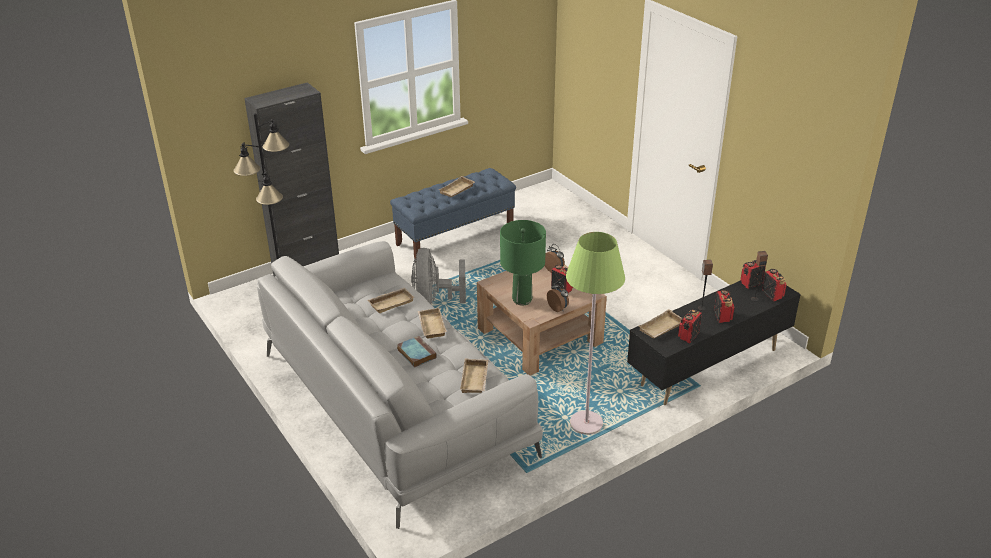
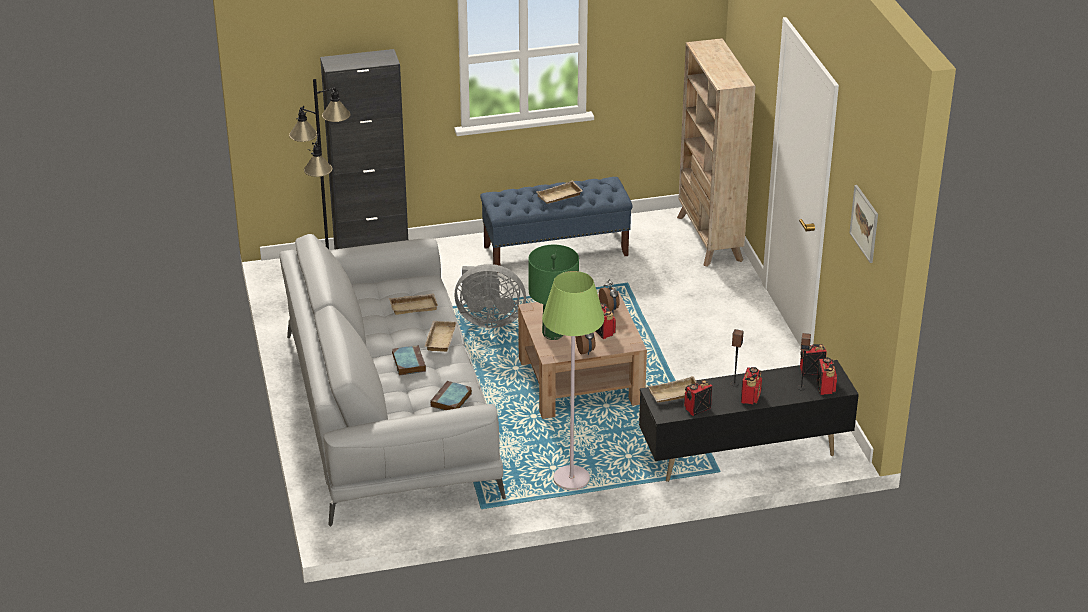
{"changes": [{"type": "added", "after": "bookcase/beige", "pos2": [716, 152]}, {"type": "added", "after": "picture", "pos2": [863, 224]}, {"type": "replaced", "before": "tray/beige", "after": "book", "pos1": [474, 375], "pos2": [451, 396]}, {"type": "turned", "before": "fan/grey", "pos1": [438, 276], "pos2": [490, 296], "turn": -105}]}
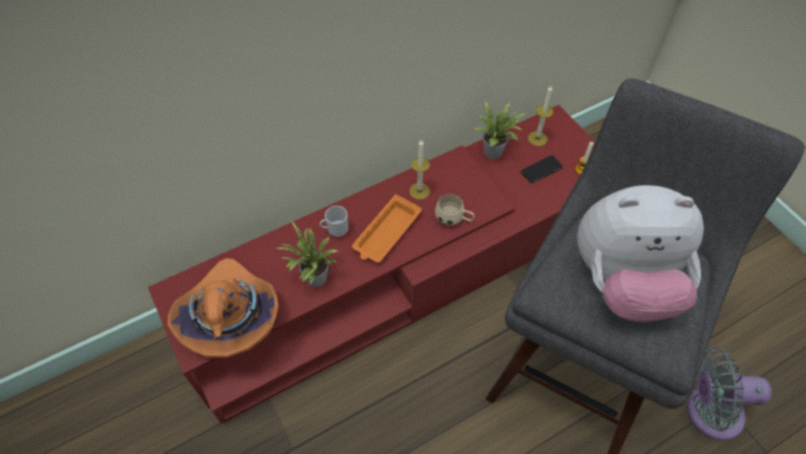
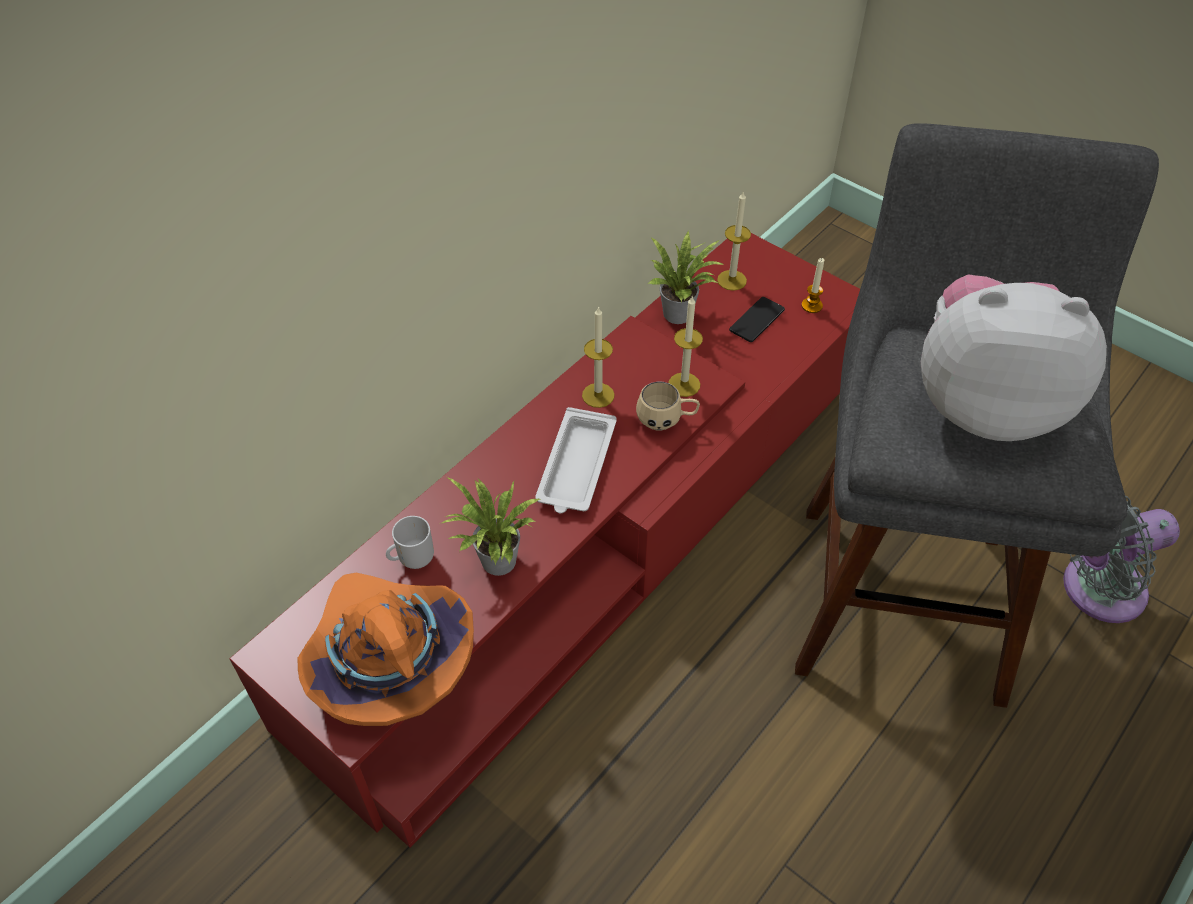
{"changes": [{"type": "added", "after": "candle", "pos2": [685, 346]}, {"type": "moved", "before": "mug", "pos1": [334, 221], "pos2": [410, 542]}, {"type": "recoloured", "before": "tray/orange", "after": "tray/white", "pos1": [387, 228], "pos2": [576, 460]}, {"type": "turned", "before": "plush toy", "pos1": [640, 253], "pos2": [1014, 358], "turn": -150}]}
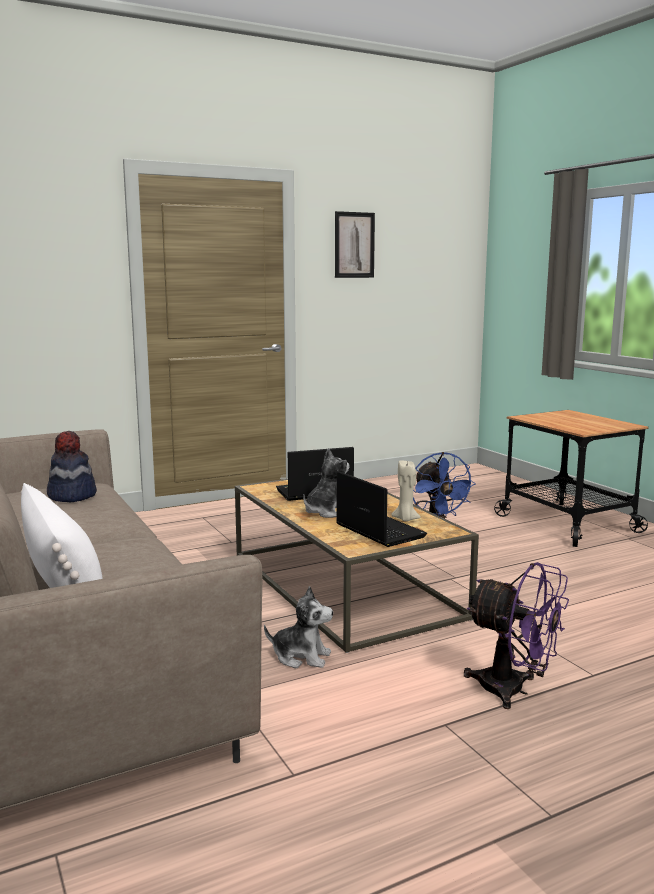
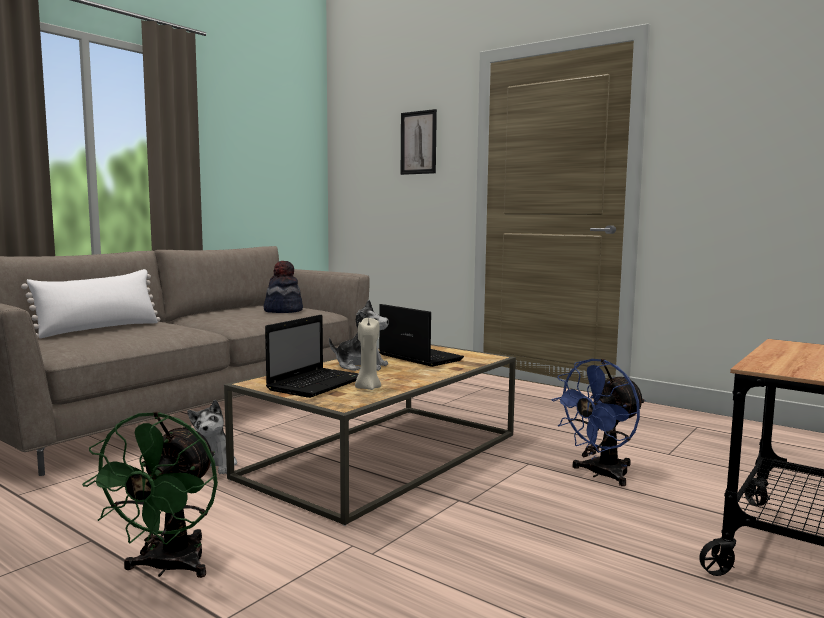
{"changes": [{"type": "moved", "before": "picture", "pos1": [355, 244], "pos2": [419, 142]}, {"type": "recoloured", "before": "fan/purple", "after": "fan/green", "pos1": [516, 635], "pos2": [150, 494]}]}
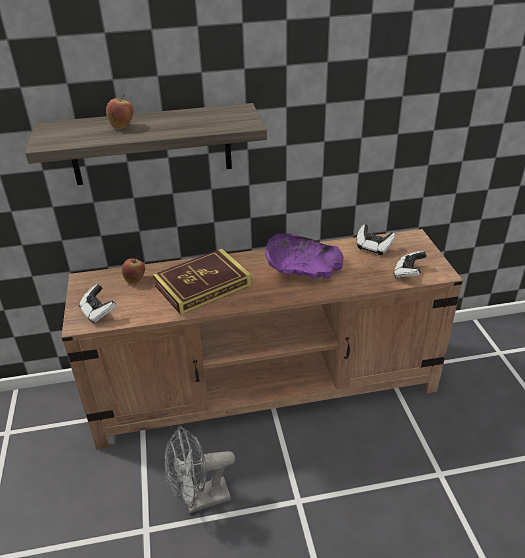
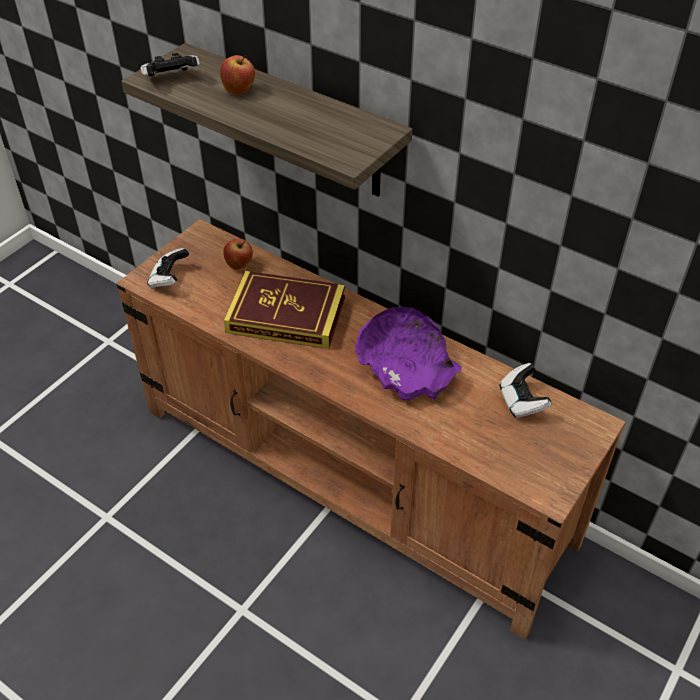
{"changes": [{"type": "removed", "before": "fan/grey", "pos1": [200, 469]}, {"type": "moved", "before": "game controller", "pos1": [410, 265], "pos2": [170, 65]}]}
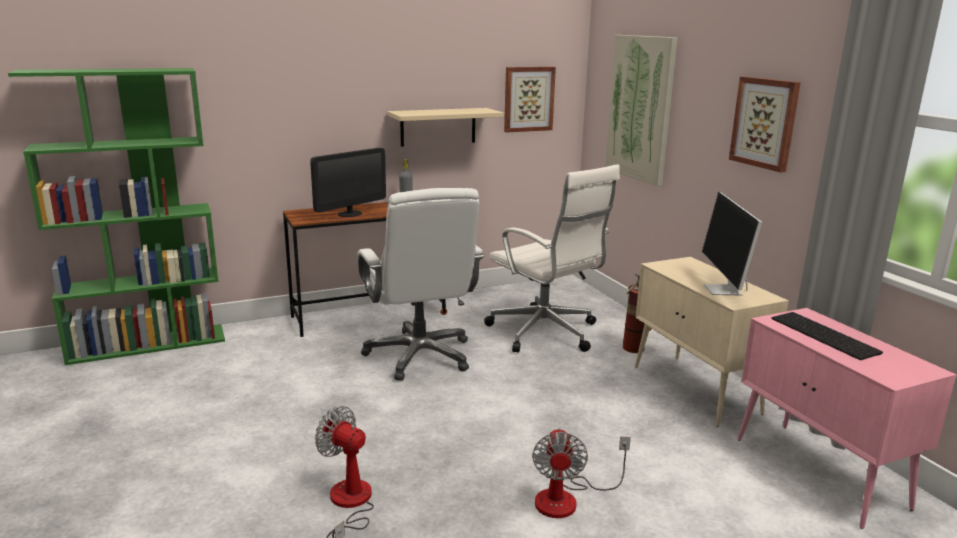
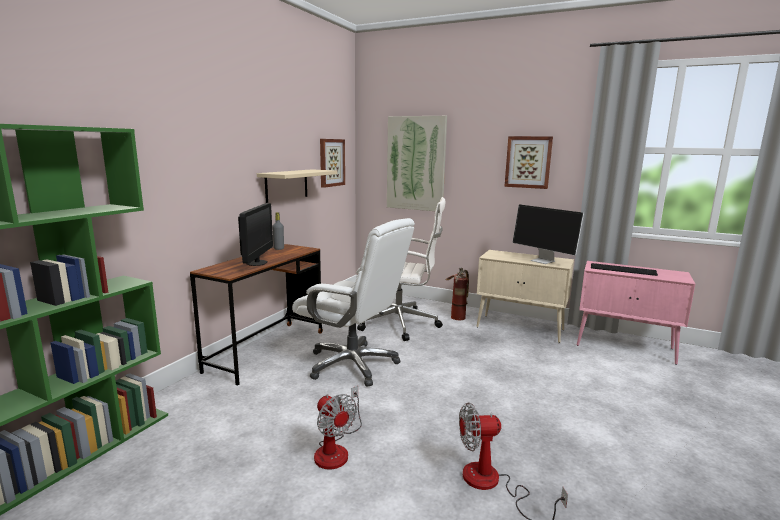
{"changes": [{"type": "moved", "before": "fan", "pos1": [581, 473], "pos2": [338, 428]}]}
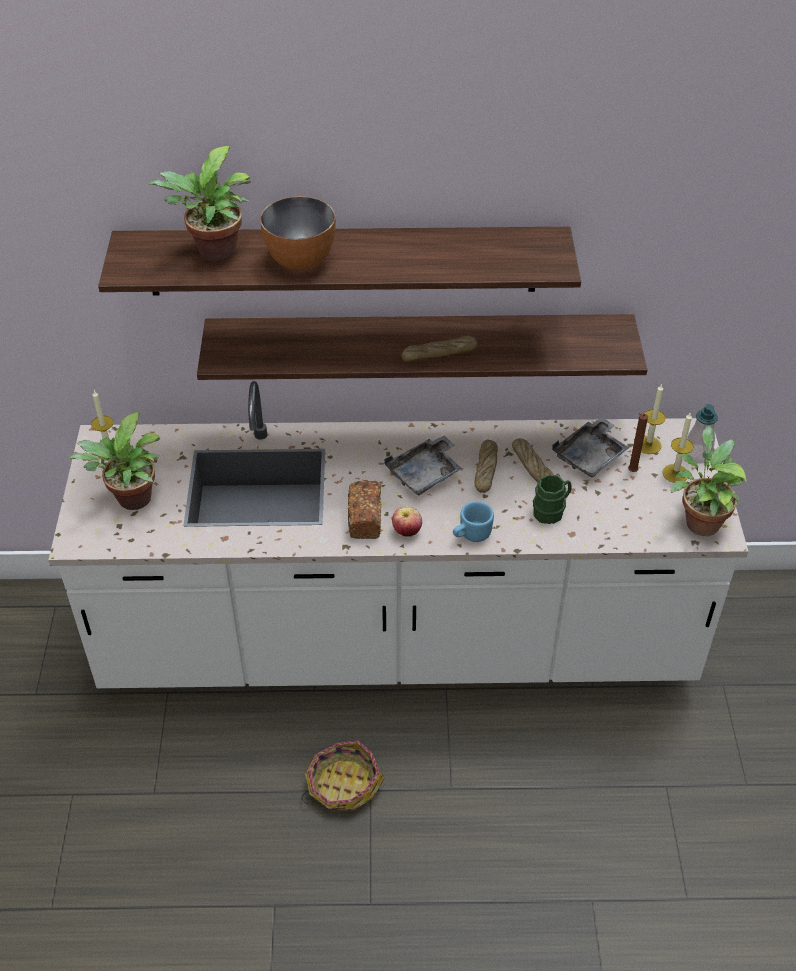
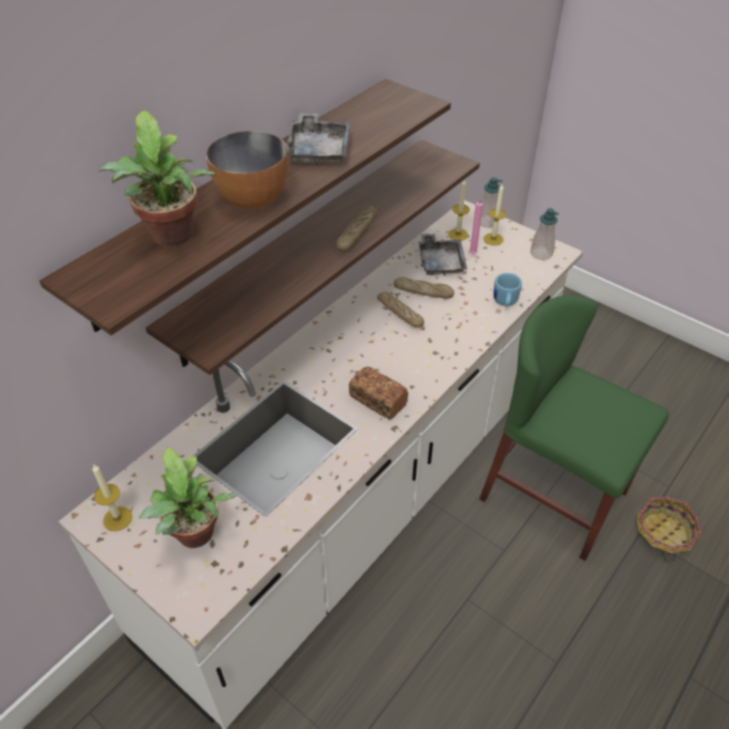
{"changes": [{"type": "removed", "before": "apple", "pos1": [407, 521]}, {"type": "removed", "before": "mug/green", "pos1": [552, 499]}, {"type": "added", "after": "chair/green", "pos2": [574, 428]}, {"type": "moved", "before": "basket", "pos1": [343, 775], "pos2": [669, 530]}, {"type": "moved", "before": "tray/grey", "pos1": [423, 465], "pos2": [318, 139]}, {"type": "moved", "before": "mug/blue", "pos1": [473, 521], "pos2": [507, 290]}, {"type": "replaced", "before": "potted plant", "after": "soap dispenser", "pos1": [708, 481], "pos2": [545, 234]}, {"type": "recoloured", "before": "candle/brown", "after": "candle/pink", "pos1": [638, 442], "pos2": [476, 227]}]}
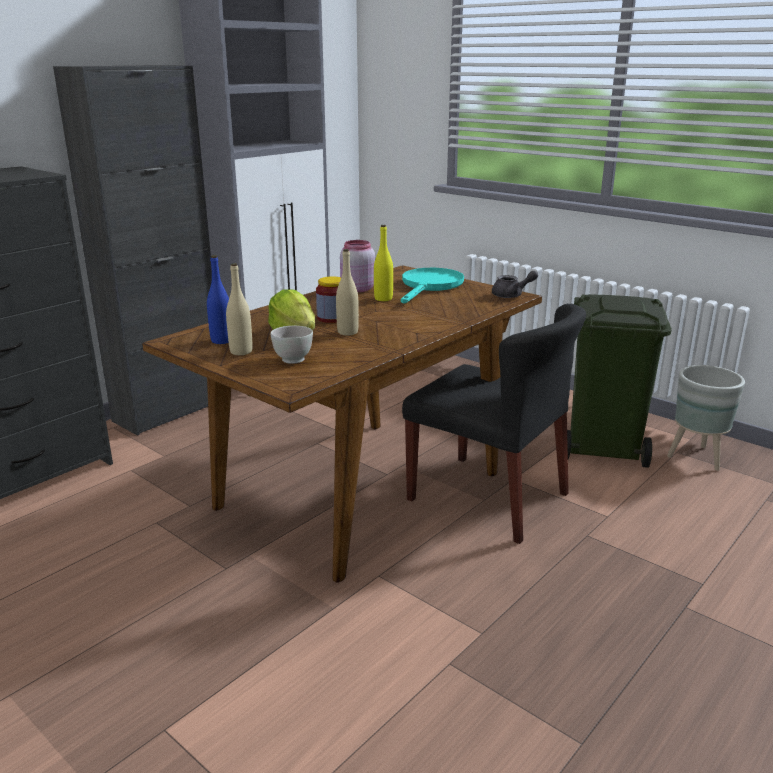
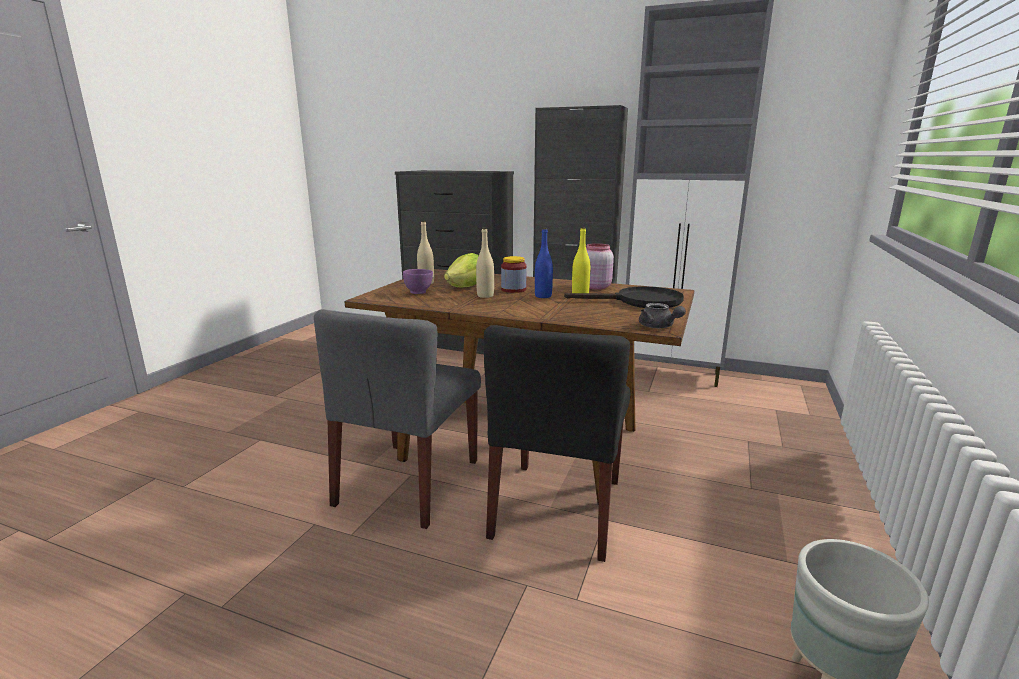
{"changes": [{"type": "removed", "before": "trash can/green", "pos1": [619, 381]}, {"type": "added", "after": "chair/grey", "pos2": [397, 419]}, {"type": "moved", "before": "bottle/blue", "pos1": [218, 299], "pos2": [544, 263]}, {"type": "recoloured", "before": "bowl/white", "after": "bowl/purple", "pos1": [292, 345], "pos2": [418, 281]}, {"type": "recoloured", "before": "frying pan/turquoise", "after": "frying pan/black", "pos1": [432, 285], "pos2": [624, 297]}]}
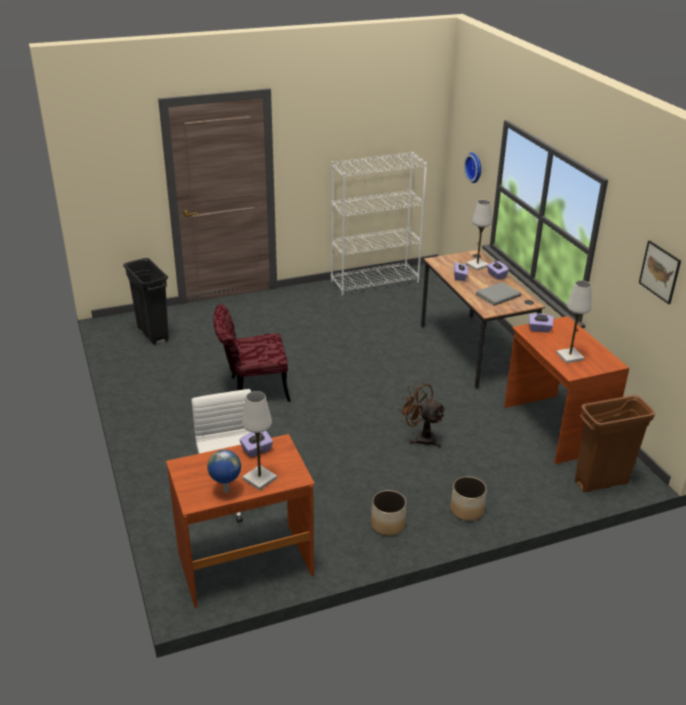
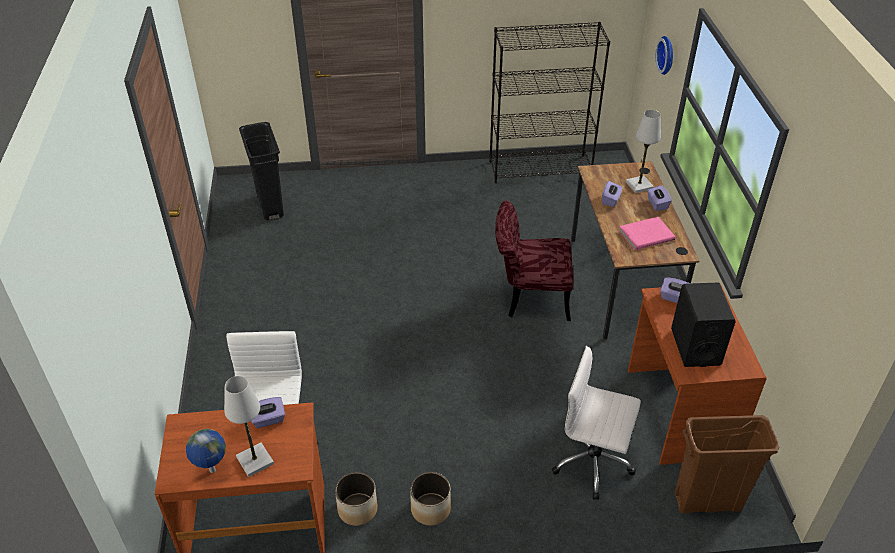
{"changes": [{"type": "removed", "before": "fan/brown", "pos1": [422, 414]}, {"type": "removed", "before": "picture", "pos1": [660, 272]}, {"type": "added", "after": "office chair/white", "pos2": [596, 423]}, {"type": "moved", "before": "chair/red", "pos1": [252, 353], "pos2": [534, 261]}, {"type": "moved", "before": "planter", "pos1": [468, 498], "pos2": [356, 499]}, {"type": "replaced", "before": "table lamp/white", "after": "speaker/black", "pos1": [574, 321], "pos2": [703, 325]}, {"type": "recoloured", "before": "bookcase/white", "after": "bookcase/black", "pos1": [379, 224], "pos2": [549, 102]}, {"type": "recoloured", "before": "book/grey", "after": "book/pink", "pos1": [498, 294], "pos2": [647, 233]}]}
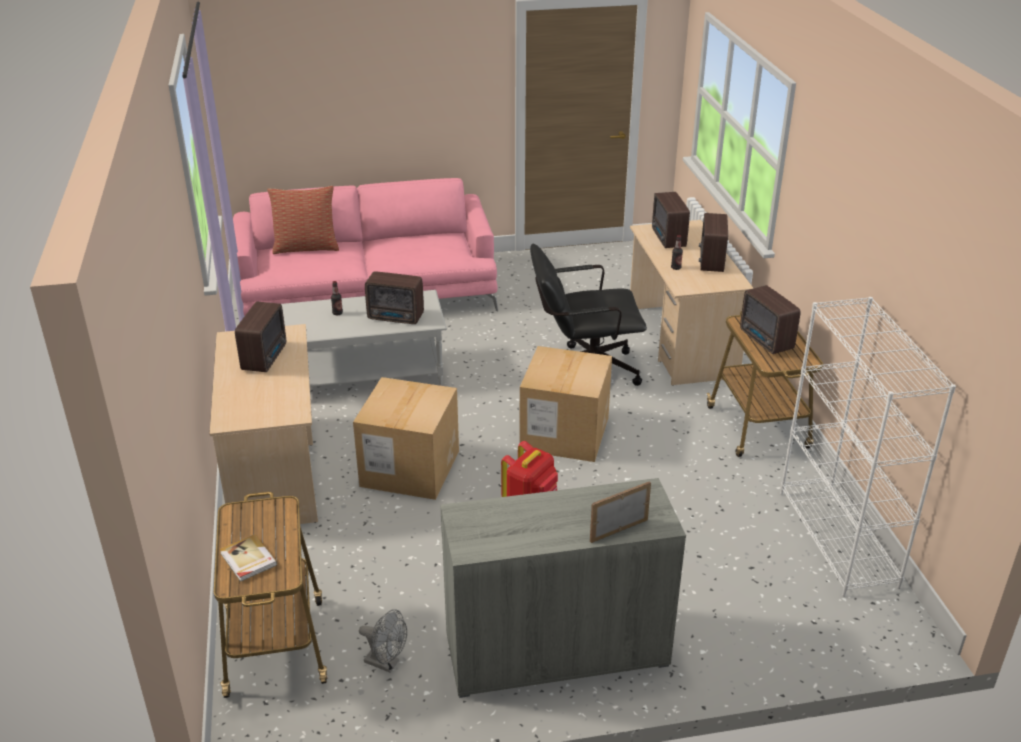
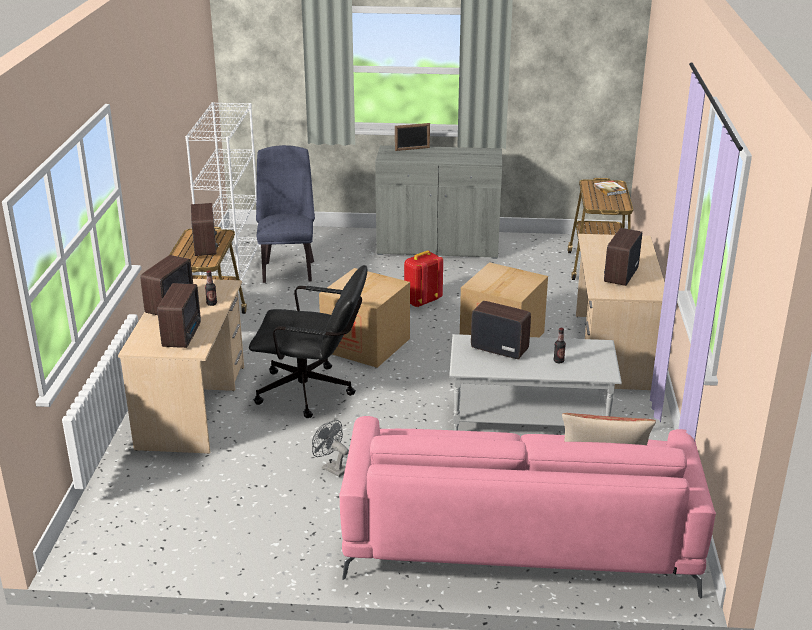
{"changes": [{"type": "added", "after": "chair/blue", "pos2": [285, 214]}, {"type": "moved", "before": "fan/grey", "pos1": [383, 640], "pos2": [330, 448]}]}
